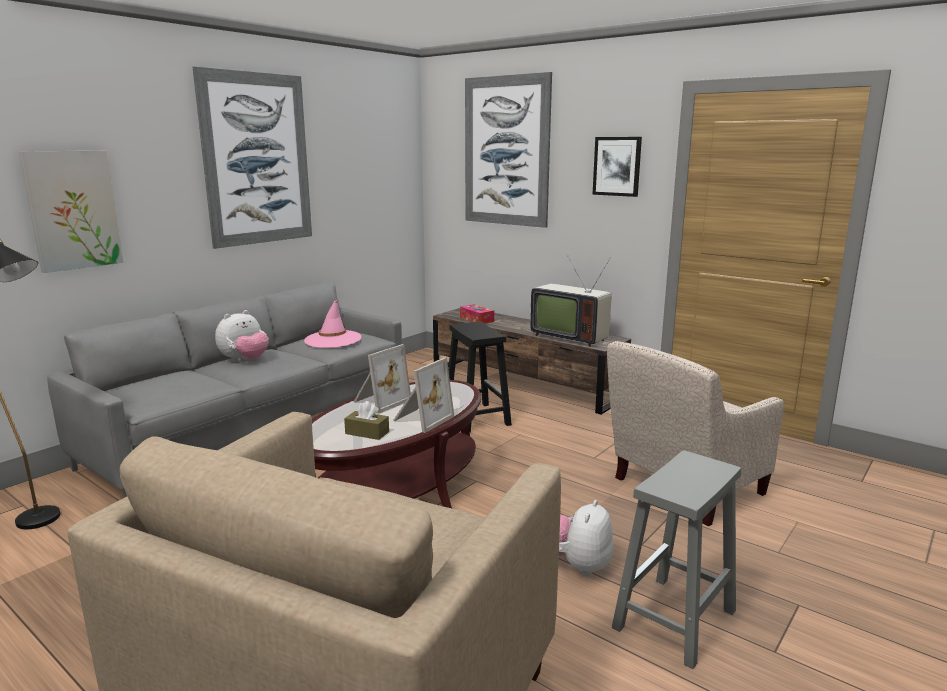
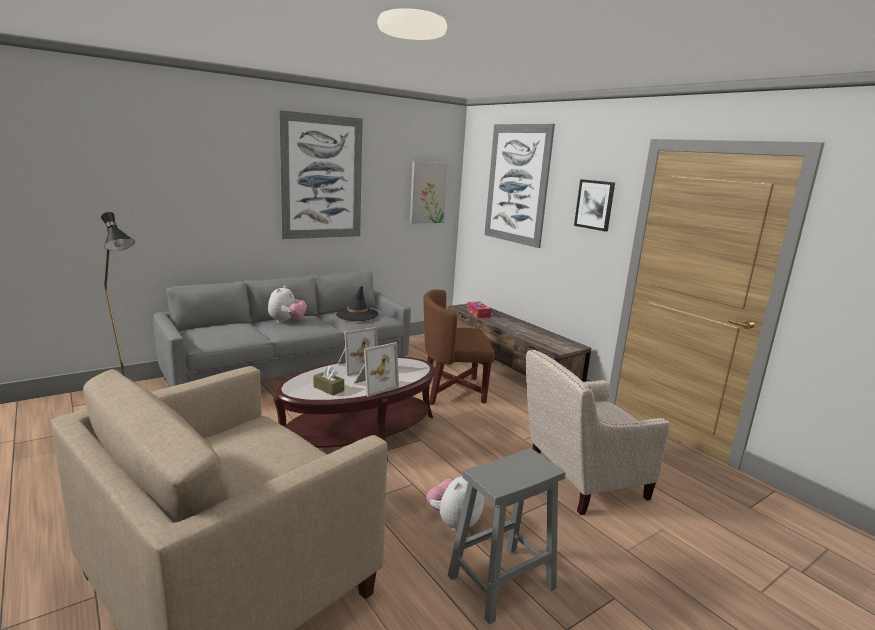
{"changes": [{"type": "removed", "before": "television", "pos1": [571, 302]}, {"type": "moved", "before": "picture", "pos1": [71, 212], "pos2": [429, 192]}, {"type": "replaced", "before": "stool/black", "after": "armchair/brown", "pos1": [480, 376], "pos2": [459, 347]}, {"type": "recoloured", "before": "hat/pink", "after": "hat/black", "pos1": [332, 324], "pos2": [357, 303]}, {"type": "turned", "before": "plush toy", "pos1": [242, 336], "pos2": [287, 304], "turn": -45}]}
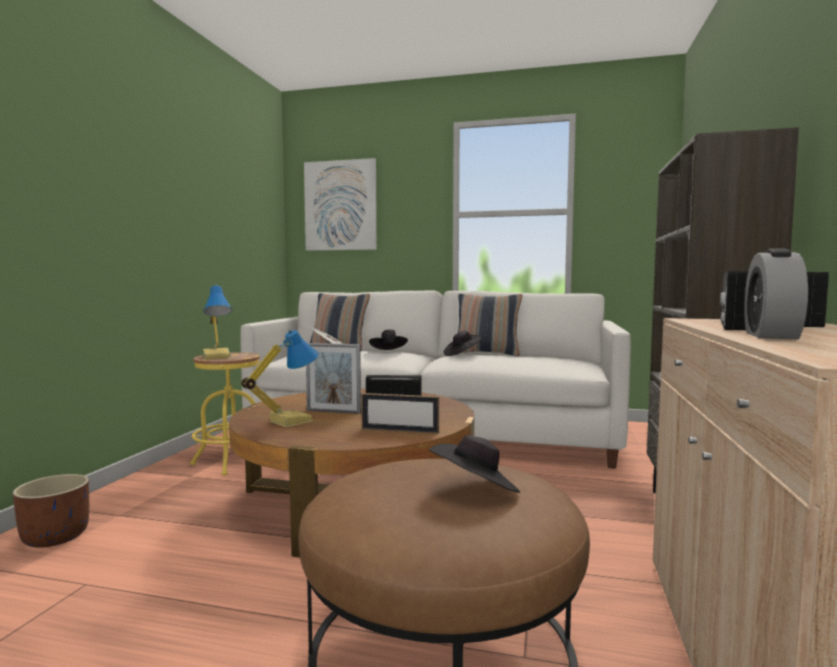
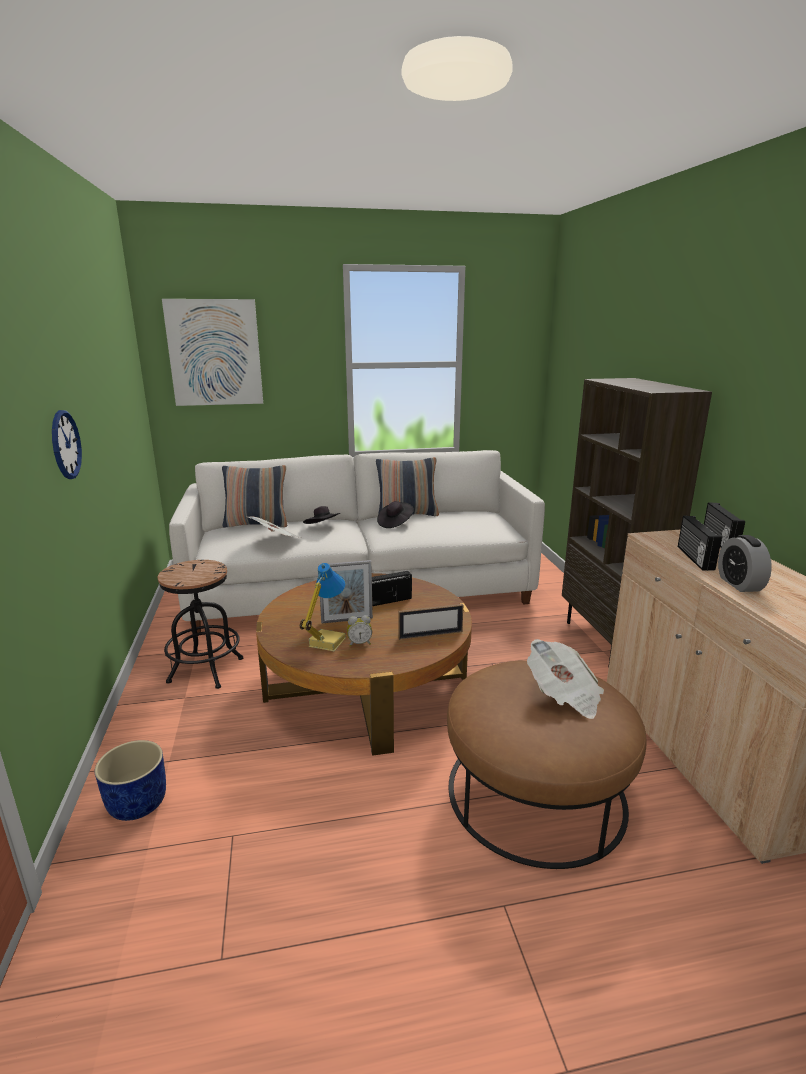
{"changes": [{"type": "removed", "before": "table lamp", "pos1": [217, 322]}, {"type": "added", "after": "wall clock", "pos2": [67, 444]}, {"type": "added", "after": "alarm clock", "pos2": [359, 631]}, {"type": "replaced", "before": "hat/black", "after": "newspaper", "pos1": [475, 464], "pos2": [565, 679]}, {"type": "recoloured", "before": "planter/brown", "after": "planter/blue", "pos1": [51, 511], "pos2": [130, 780]}, {"type": "recoloured", "before": "stool/yellow", "after": "stool/black", "pos1": [225, 414], "pos2": [200, 624]}]}
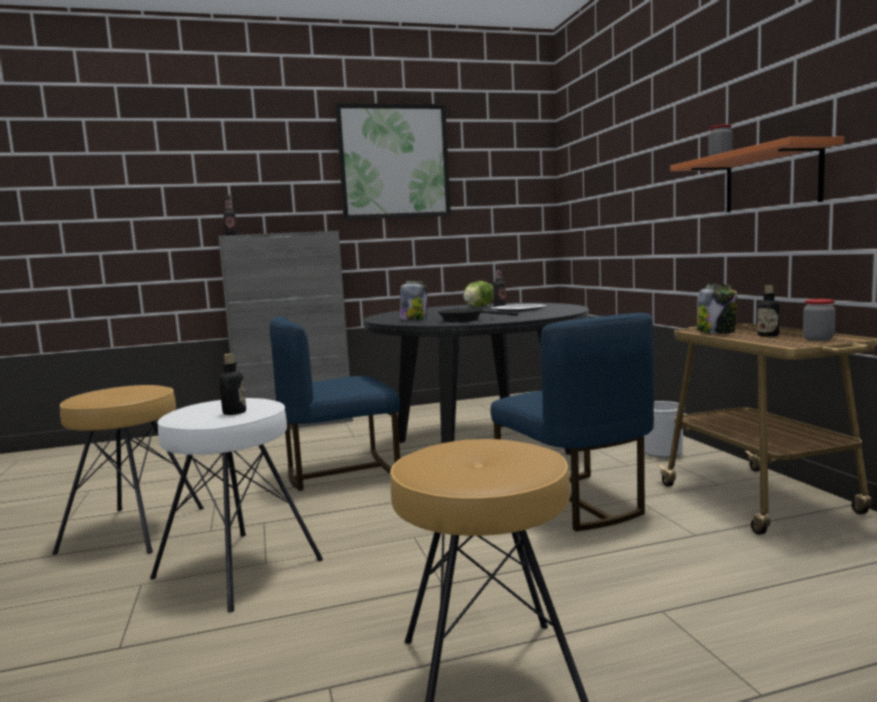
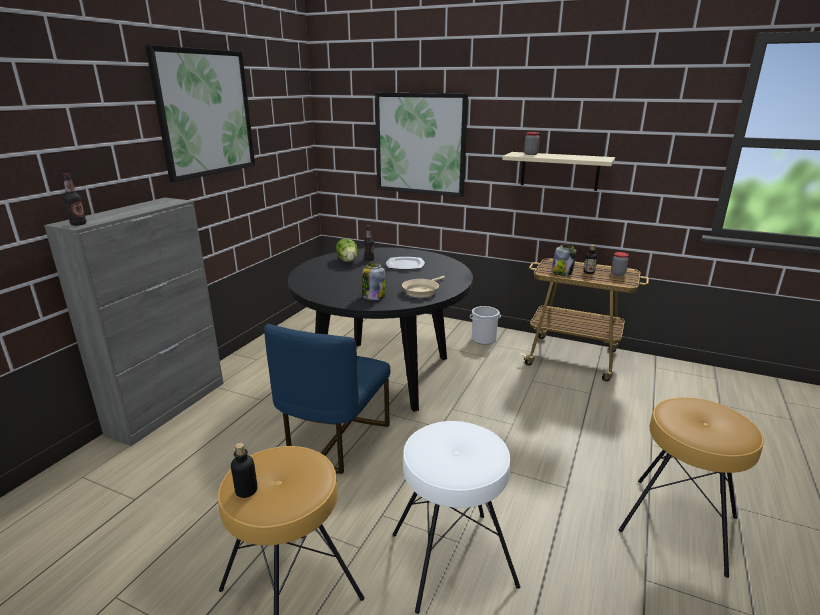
{"changes": [{"type": "removed", "before": "chair/blue", "pos1": [572, 422]}, {"type": "added", "after": "picture", "pos2": [421, 145]}, {"type": "moved", "before": "bottle", "pos1": [232, 384], "pos2": [244, 470]}, {"type": "recoloured", "before": "frying pan/black", "after": "frying pan/beige", "pos1": [478, 315], "pos2": [423, 287]}, {"type": "recoloured", "before": "shelf/orange", "after": "shelf/beige", "pos1": [757, 174], "pos2": [558, 171]}]}
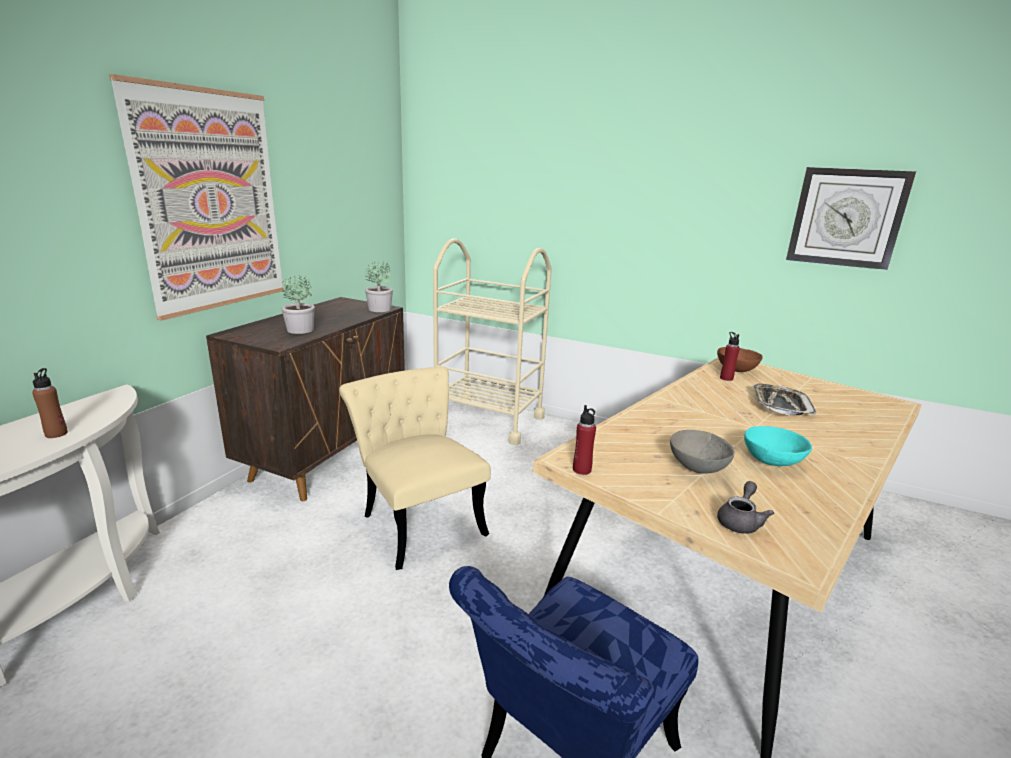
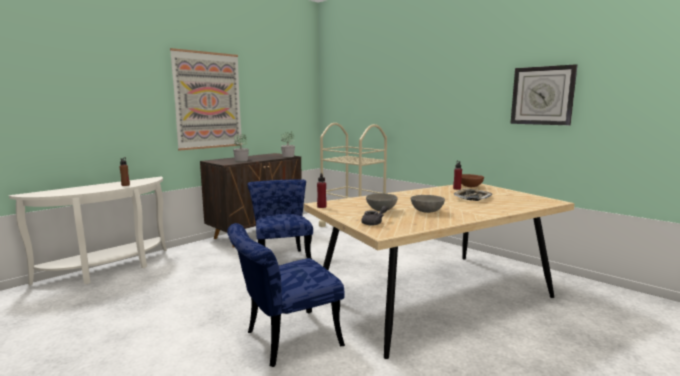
{"changes": [{"type": "recoloured", "before": "chair/beige", "after": "chair/blue", "pos1": [415, 468], "pos2": [280, 219]}, {"type": "recoloured", "before": "bowl/turquoise", "after": "bowl/grey", "pos1": [778, 446], "pos2": [428, 204]}]}
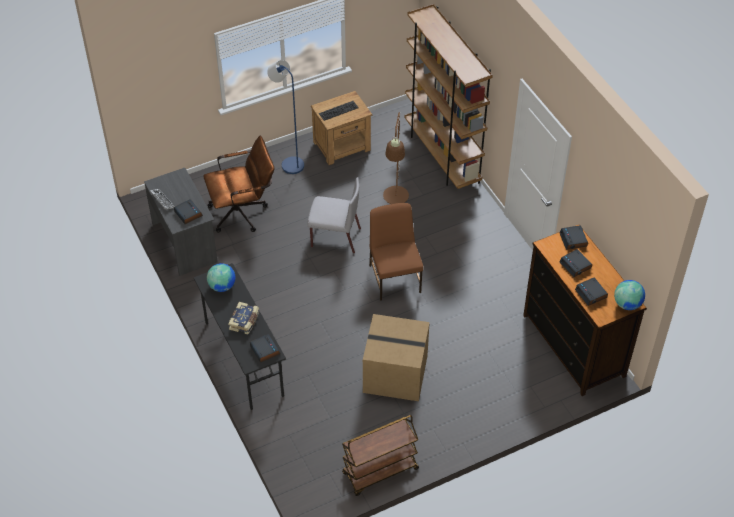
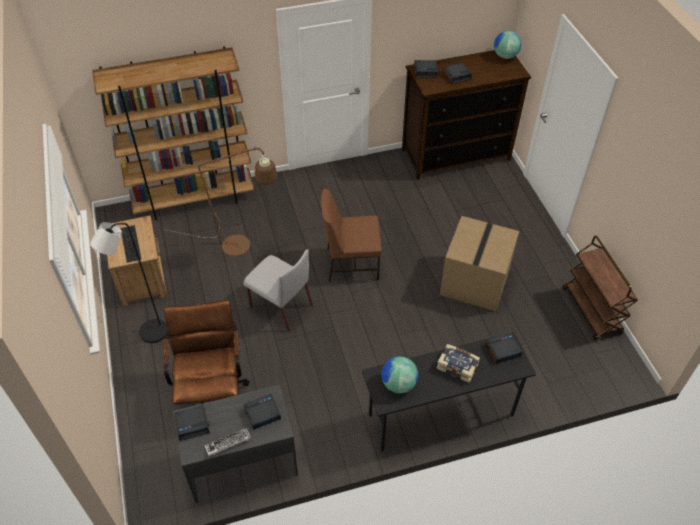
{"changes": [{"type": "moved", "before": "alarm clock", "pos1": [591, 291], "pos2": [192, 423]}, {"type": "recoloured", "before": "floor lamp/blue", "after": "floor lamp/black", "pos1": [285, 117], "pos2": [129, 282]}, {"type": "turned", "before": "chair/grey", "pos1": [334, 215], "pos2": [278, 290], "turn": 105}]}
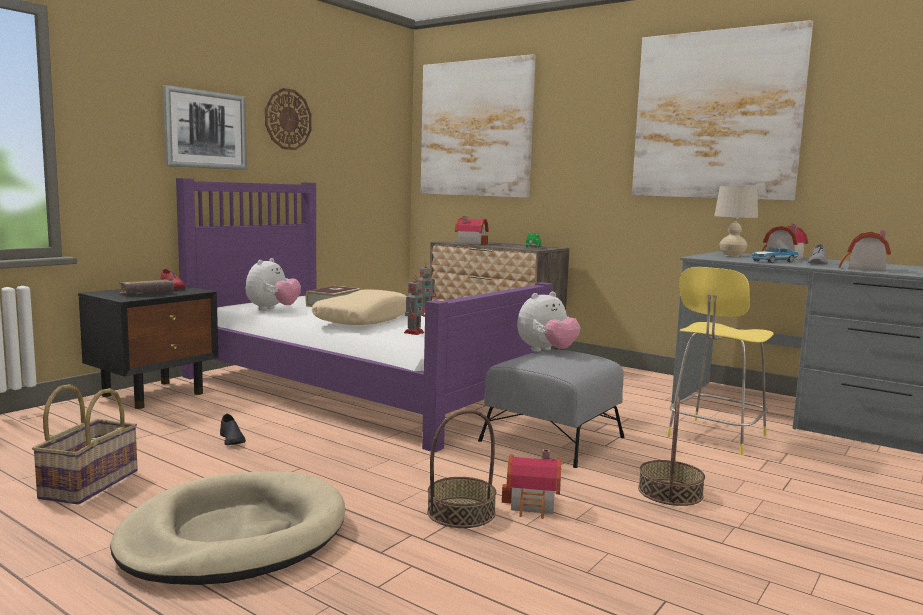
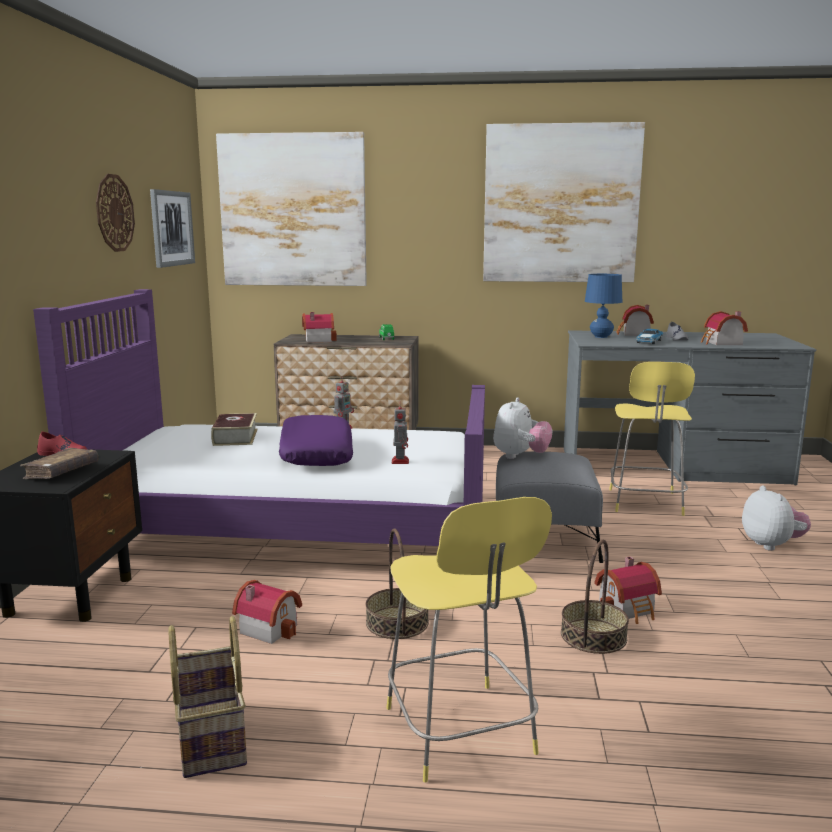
{"changes": [{"type": "moved", "before": "picture", "pos1": [205, 127], "pos2": [172, 228]}, {"type": "moved", "before": "plush toy", "pos1": [273, 284], "pos2": [776, 518]}, {"type": "moved", "before": "basket", "pos1": [671, 451], "pos2": [397, 584]}, {"type": "replaced", "before": "dog bed/beige", "after": "stool/yellow", "pos1": [227, 528], "pos2": [469, 640]}, {"type": "replaced", "before": "shoe/black", "after": "toy house", "pos1": [233, 429], "pos2": [267, 612]}, {"type": "recoloured", "before": "pillow/beige", "after": "pillow/purple", "pos1": [359, 307], "pos2": [316, 440]}, {"type": "recoloured", "before": "table lamp/beige", "after": "table lamp/blue", "pos1": [736, 221], "pos2": [603, 306]}]}
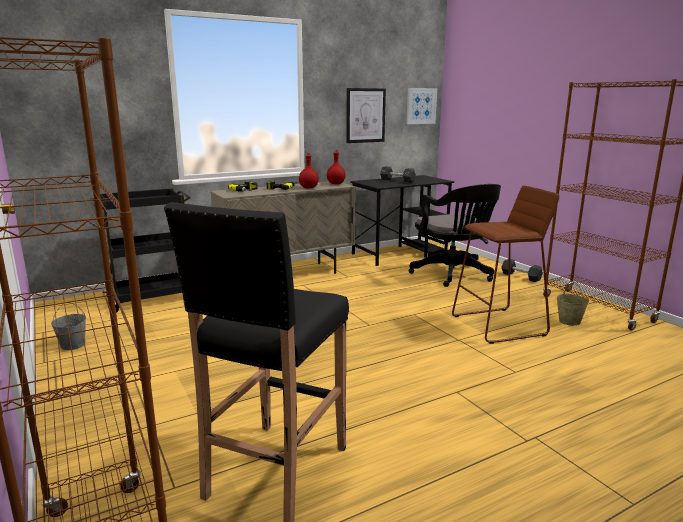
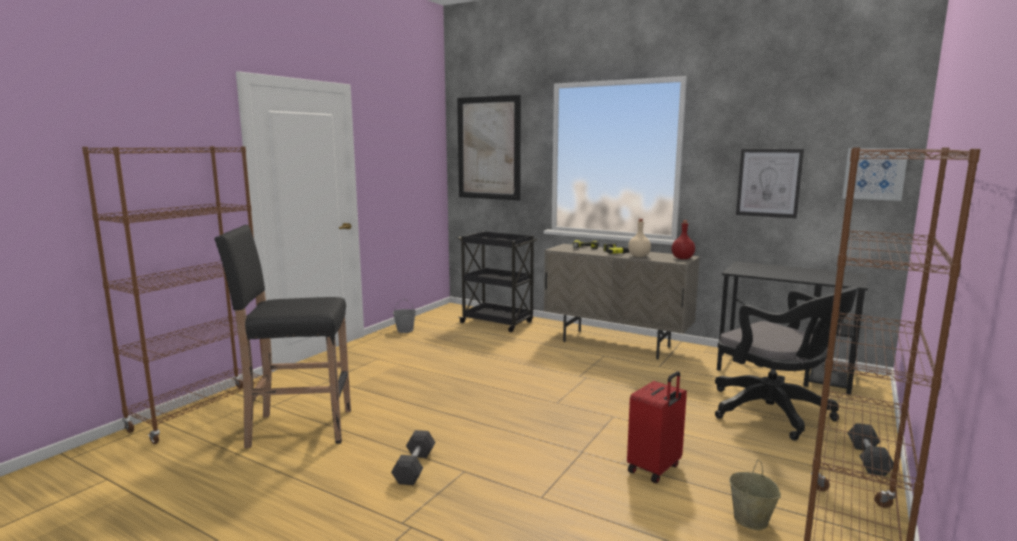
{"changes": [{"type": "added", "after": "picture", "pos2": [489, 147]}, {"type": "moved", "before": "dumbbell/black", "pos1": [398, 174], "pos2": [413, 457]}, {"type": "replaced", "before": "stool/brown", "after": "suitcase/red", "pos1": [506, 265], "pos2": [657, 427]}, {"type": "recoloured", "before": "bottle/red", "after": "bottle/beige", "pos1": [309, 170], "pos2": [639, 238]}, {"type": "turned", "before": "office chair/black", "pos1": [455, 235], "pos2": [786, 364], "turn": -75}]}
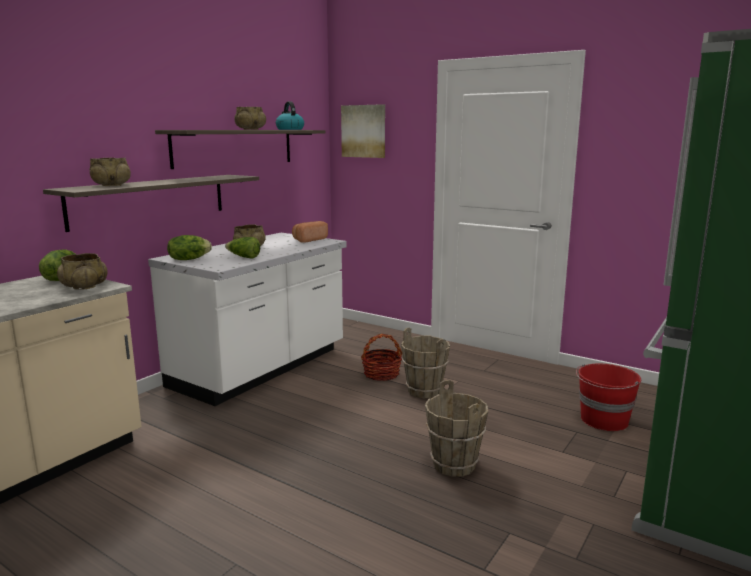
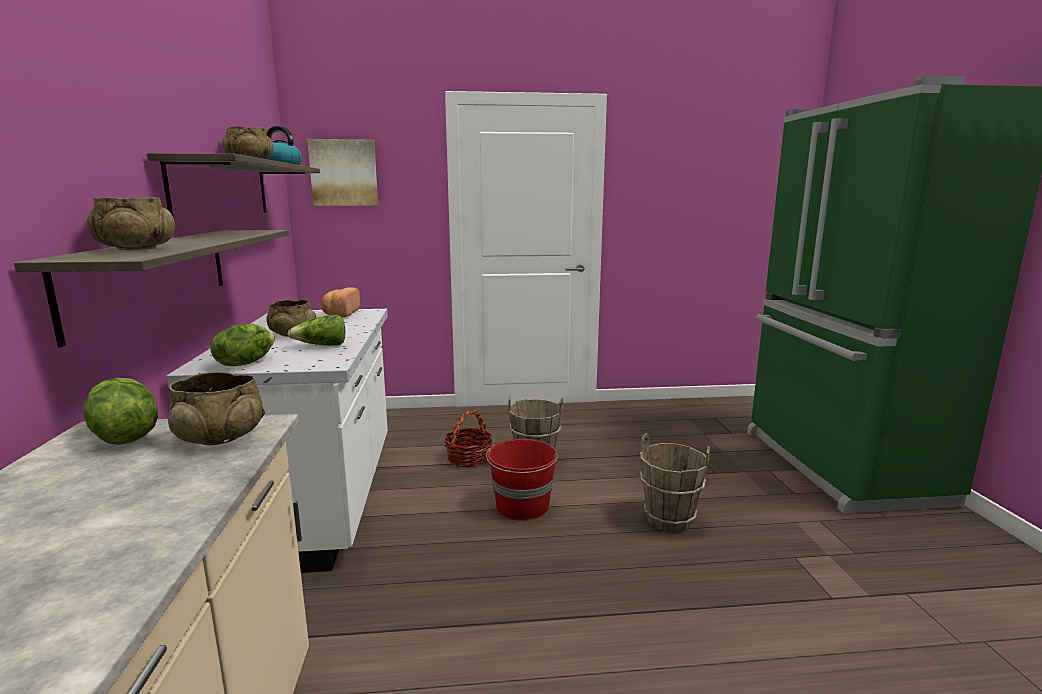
{"changes": [{"type": "moved", "before": "bucket/red", "pos1": [608, 397], "pos2": [522, 480]}]}
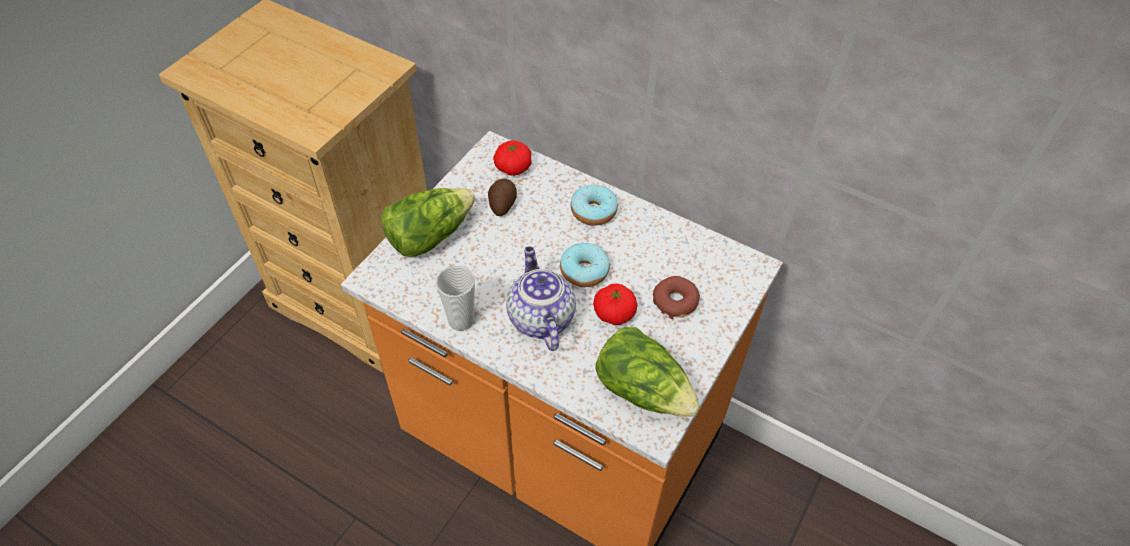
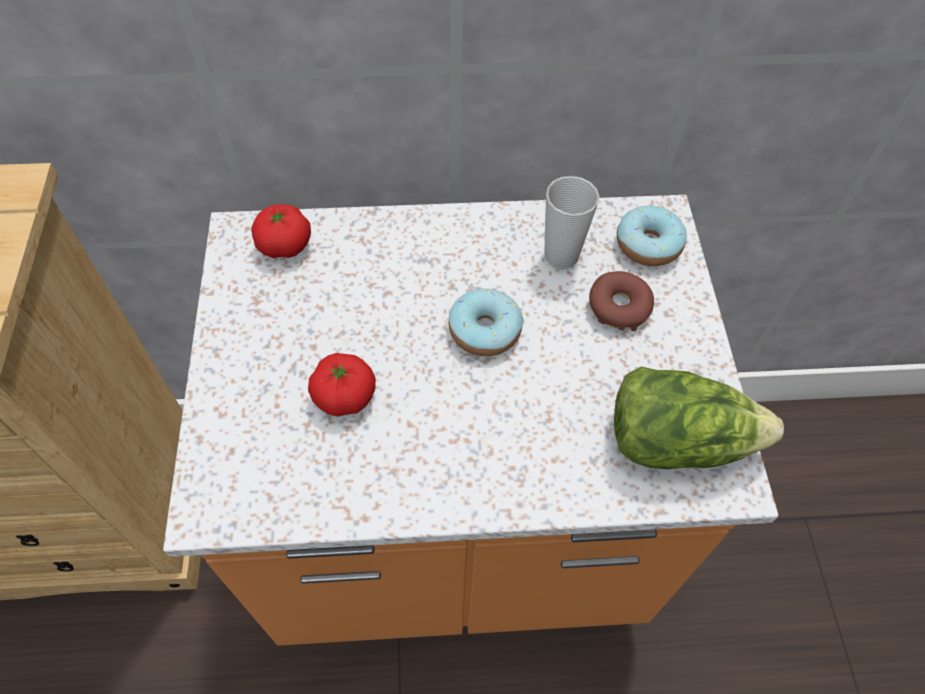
{"changes": [{"type": "removed", "before": "lettuce", "pos1": [428, 222]}, {"type": "removed", "before": "potato", "pos1": [502, 197]}, {"type": "removed", "before": "teapot", "pos1": [541, 298]}, {"type": "moved", "before": "cup", "pos1": [455, 298], "pos2": [571, 222]}, {"type": "moved", "before": "donut", "pos1": [594, 205], "pos2": [652, 236]}, {"type": "moved", "before": "tomato", "pos1": [615, 304], "pos2": [342, 385]}]}
